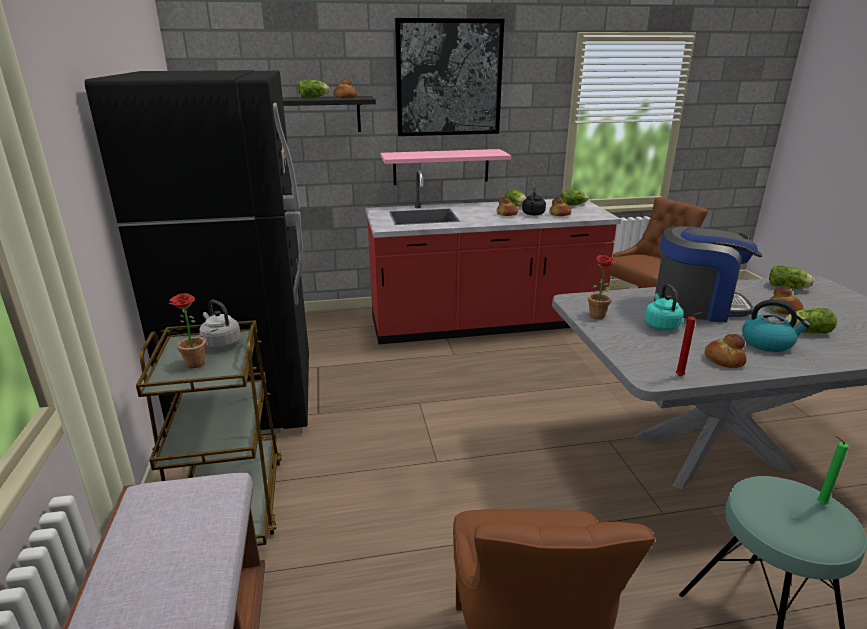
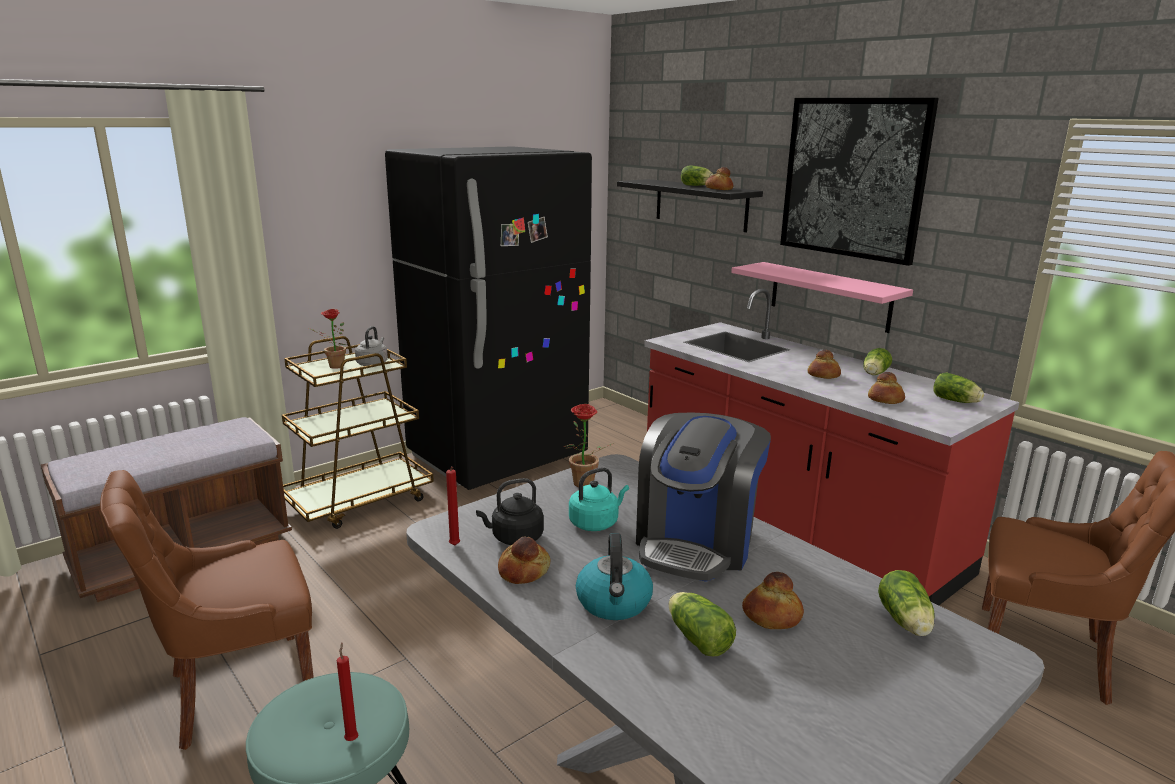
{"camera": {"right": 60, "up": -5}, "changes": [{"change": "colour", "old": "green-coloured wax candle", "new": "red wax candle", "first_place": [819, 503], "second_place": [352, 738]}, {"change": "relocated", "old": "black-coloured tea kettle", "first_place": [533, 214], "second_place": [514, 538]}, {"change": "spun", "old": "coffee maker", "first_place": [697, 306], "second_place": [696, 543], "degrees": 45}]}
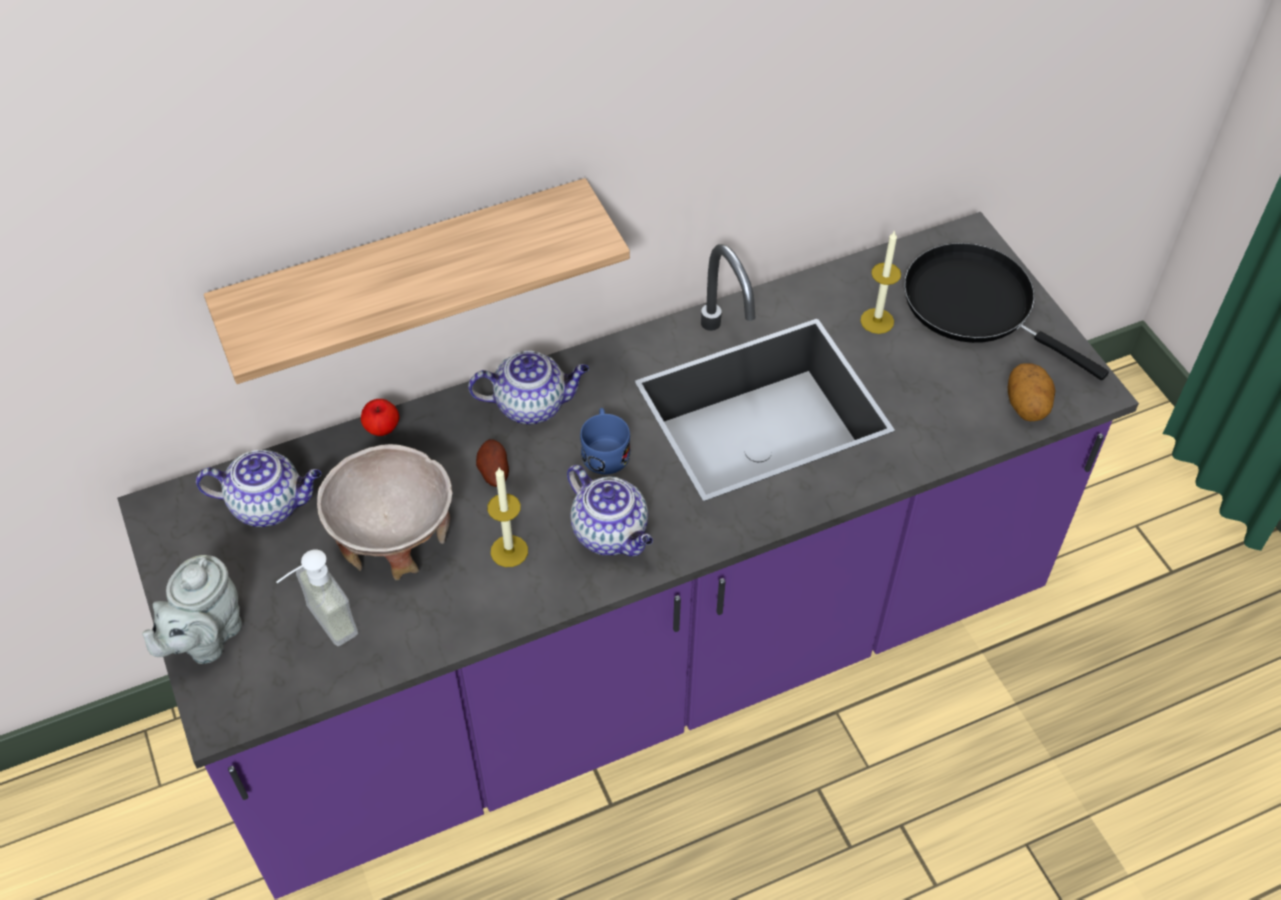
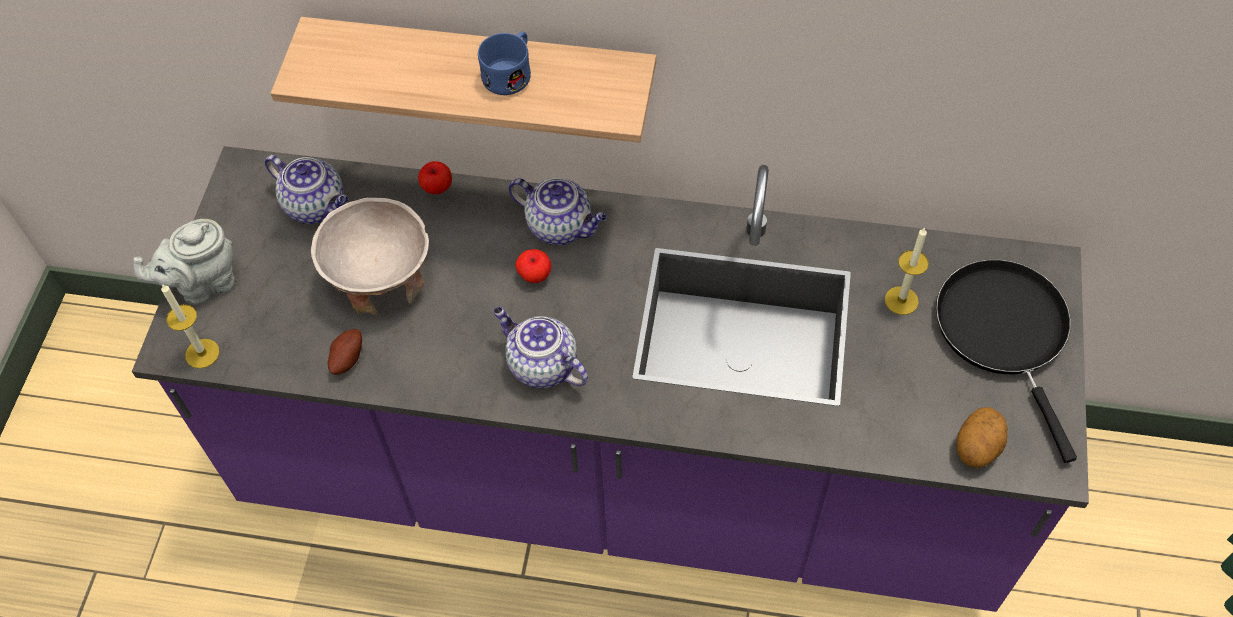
{"camera": {"right": 35, "up": 5}, "changes": [{"change": "relocated", "old": "wax candle", "first_place": [509, 551], "second_place": [202, 353]}, {"change": "relocated", "old": "potato", "first_place": [493, 473], "second_place": [346, 358]}, {"change": "relocated", "old": "bluish coffee mug", "first_place": [604, 449], "second_place": [511, 72]}, {"change": "spun", "old": "teapot", "first_place": [611, 533], "second_place": [541, 365], "degrees": 135}, {"change": "appeared", "new": "whole apple", "second_place": [534, 275]}, {"change": "missing", "old": "liquid soap bottle", "first_place": [320, 626]}]}
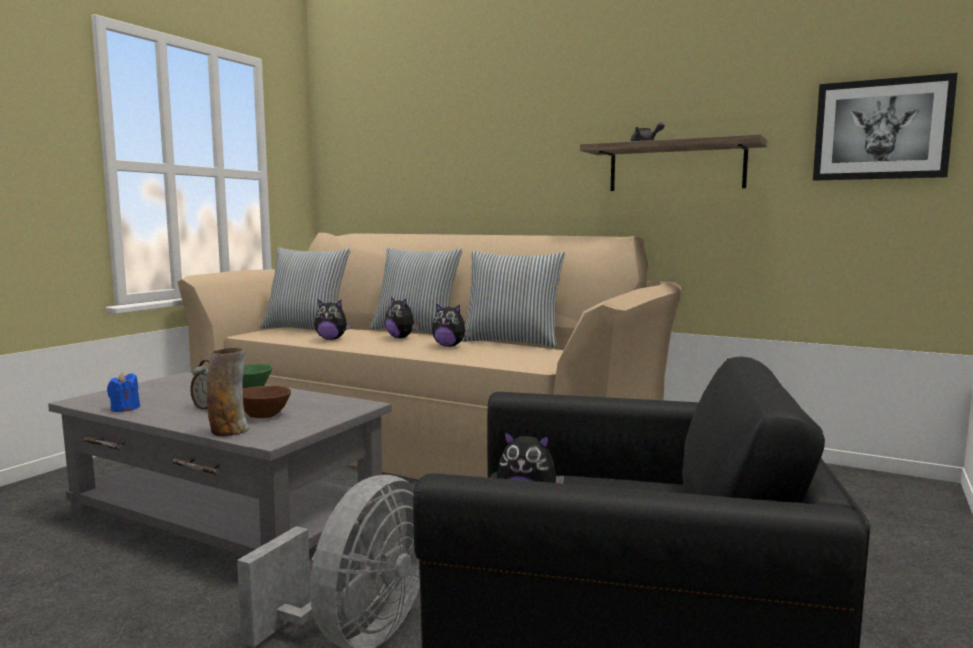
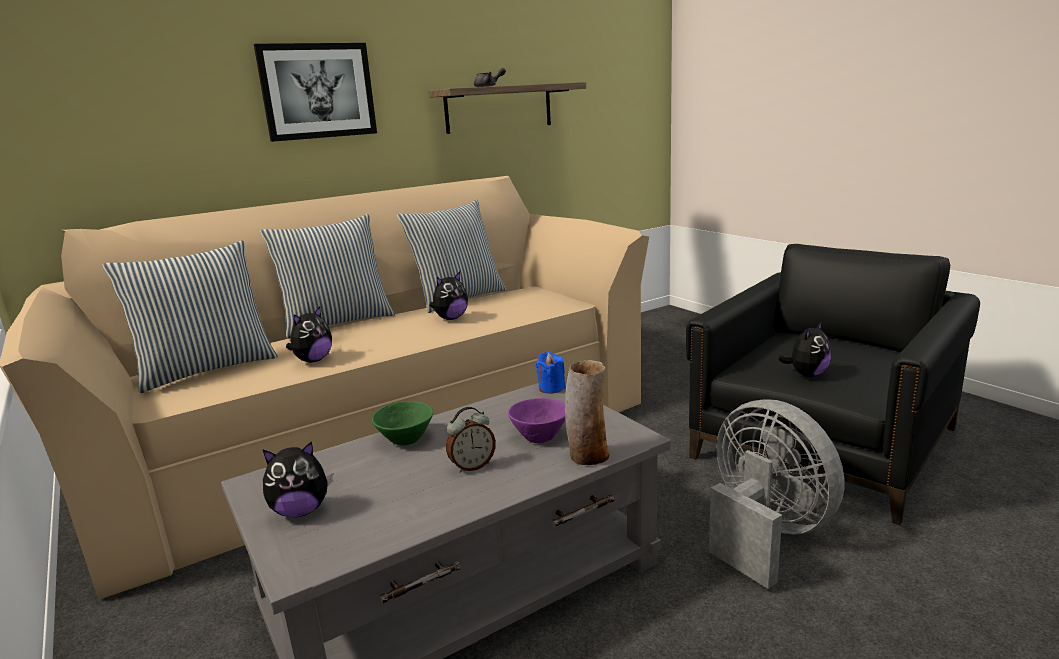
{"camera": {"right": -60, "up": 10}, "changes": [{"change": "relocated", "old": "wall art", "first_place": [881, 129], "second_place": [318, 91]}, {"change": "relocated", "old": "soft toy", "first_place": [401, 338], "second_place": [301, 511]}, {"change": "colour", "old": "brownish serving bowl", "new": "purple-coloured serving bowl", "first_place": [265, 416], "second_place": [541, 436]}, {"change": "relocated", "old": "bluish wax candle", "first_place": [125, 409], "second_place": [551, 388]}]}
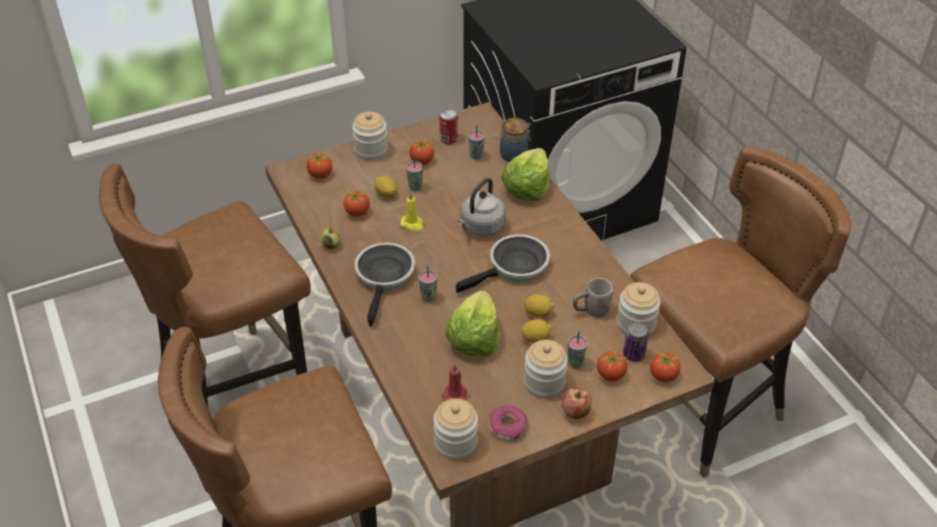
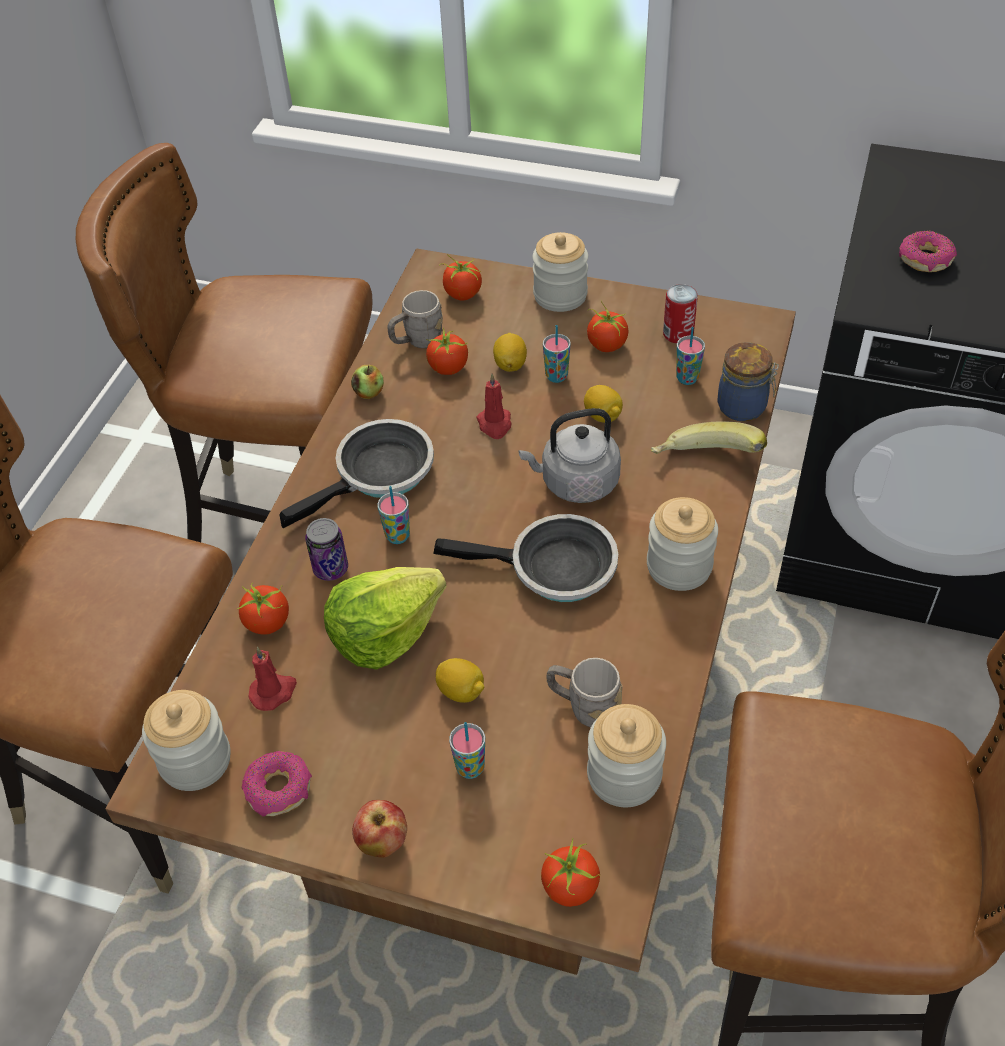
{"camera": {"right": 45, "up": 5}, "changes": [{"change": "relocated", "old": "fresh tomato", "first_place": [611, 374], "second_place": [268, 623]}, {"change": "relocated", "old": "sealed can", "first_place": [633, 354], "second_place": [330, 568]}, {"change": "appeared", "new": "greyish coffee mug", "second_place": [417, 341]}, {"change": "colour", "old": "yellow wax candle", "new": "red wax candle", "first_place": [412, 224], "second_place": [495, 424]}, {"change": "relocated", "old": "citrus fruit", "first_place": [538, 313], "second_place": [602, 416]}, {"change": "relocated", "old": "jar", "first_place": [544, 383], "second_place": [679, 566]}, {"change": "exchanged", "old": "head of lettuce", "new": "banana", "first_place": [527, 188], "second_place": [705, 464]}, {"change": "appeared", "new": "ring doughnut", "second_place": [925, 260]}]}
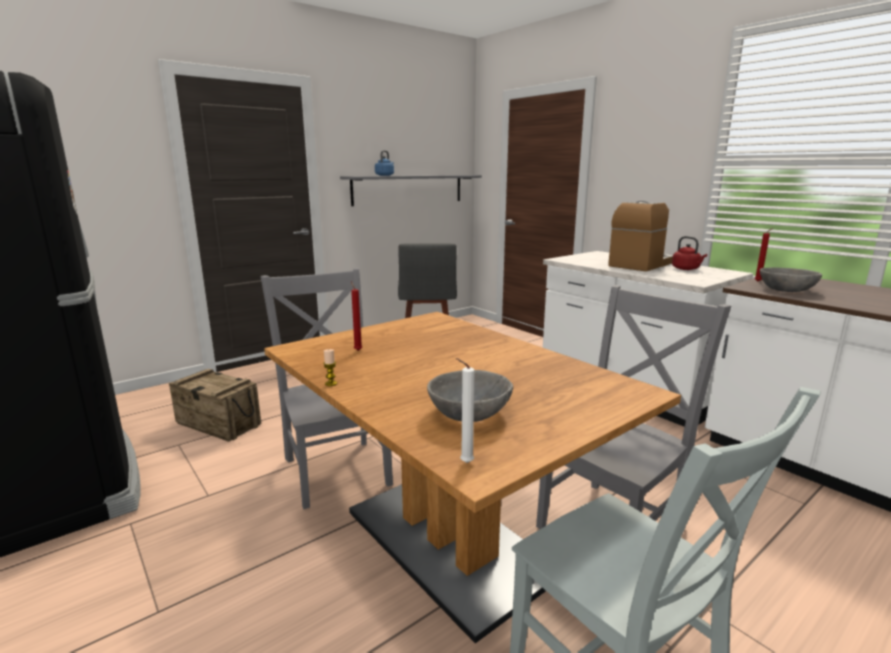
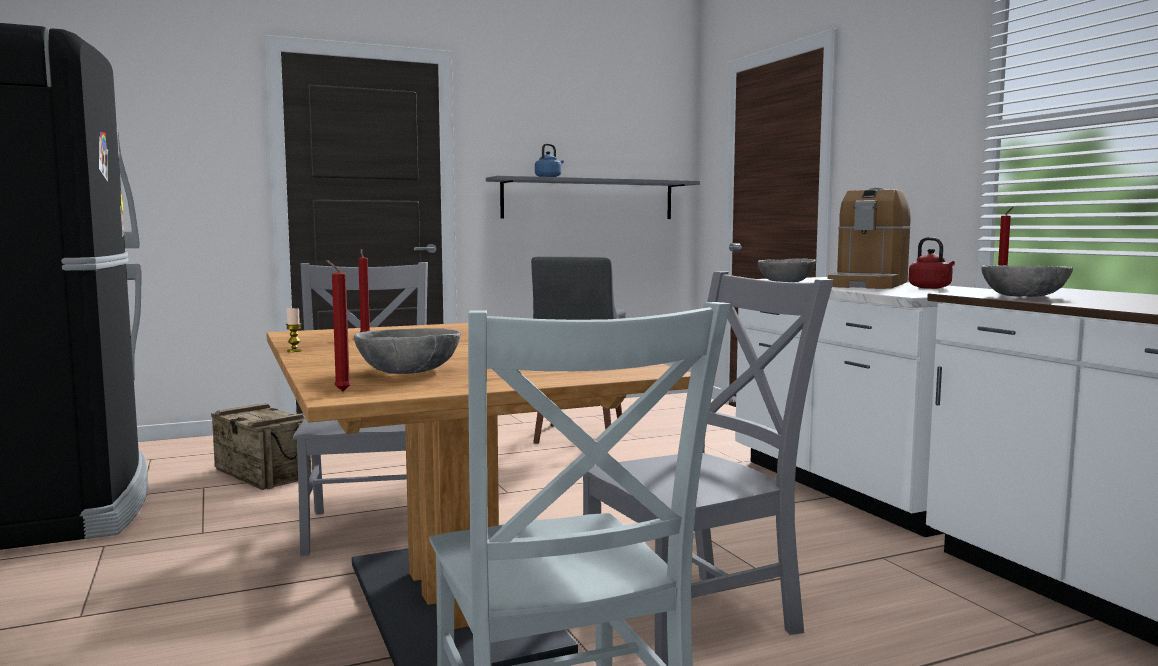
{"camera": {"right": 15, "up": -10}, "changes": [{"change": "colour", "old": "white-coloured wax candle", "new": "red wax candle", "first_place": [464, 463], "second_place": [340, 391]}, {"change": "appeared", "new": "greyish serving bowl", "second_place": [786, 281]}, {"change": "spun", "old": "coffee maker", "first_place": [641, 264], "second_place": [868, 284], "degrees": 150}]}
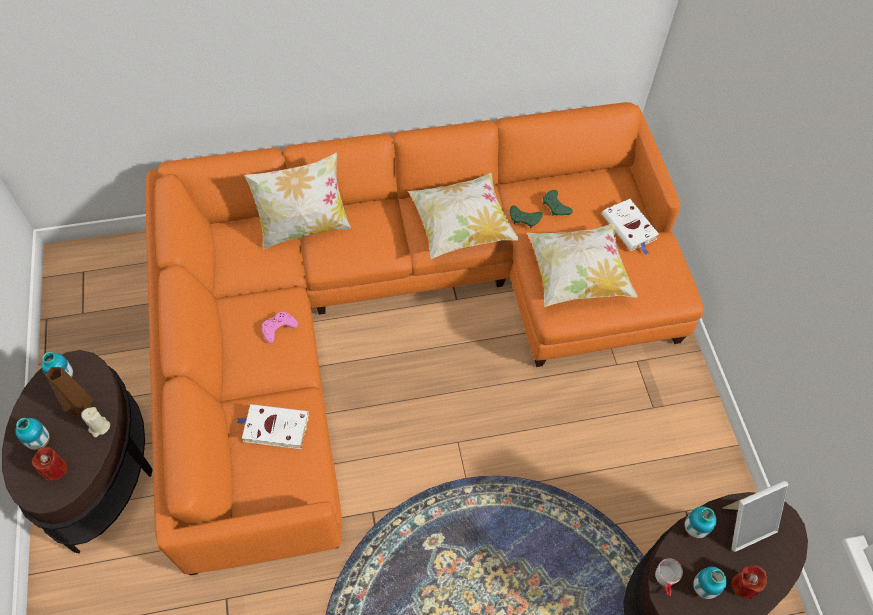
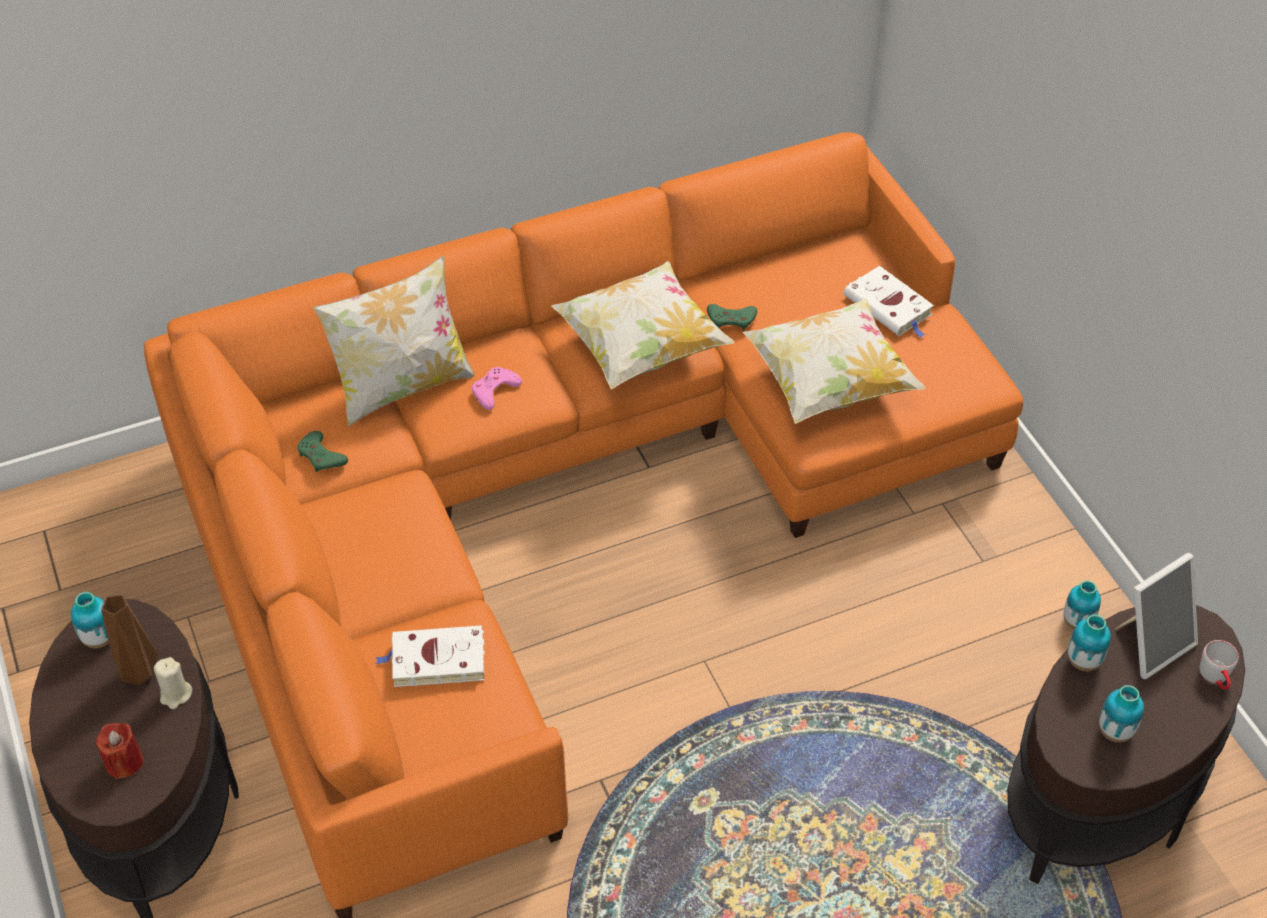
{"camera": {"right": -10, "up": -10}, "changes": [{"change": "relocated", "old": "green-coloured gamepad", "first_place": [555, 206], "second_place": [321, 456]}, {"change": "relocated", "old": "pink gamepad", "first_place": [278, 328], "second_place": [494, 391]}, {"change": "relocated", "old": "vase", "first_place": [40, 441], "second_place": [1077, 622]}, {"change": "relocated", "old": "greyish coffee mug", "first_place": [665, 581], "second_place": [1216, 677]}, {"change": "missing", "old": "red wax candle", "first_place": [744, 585]}]}
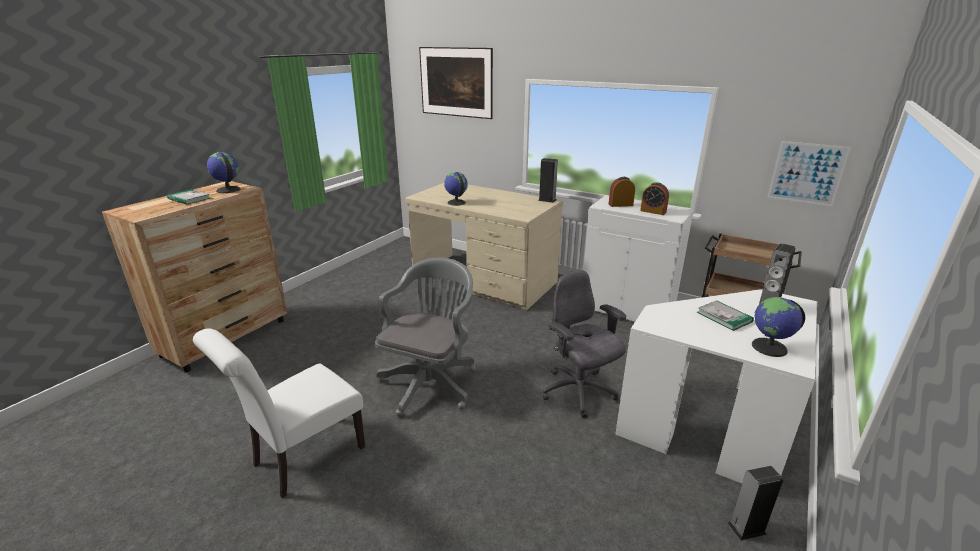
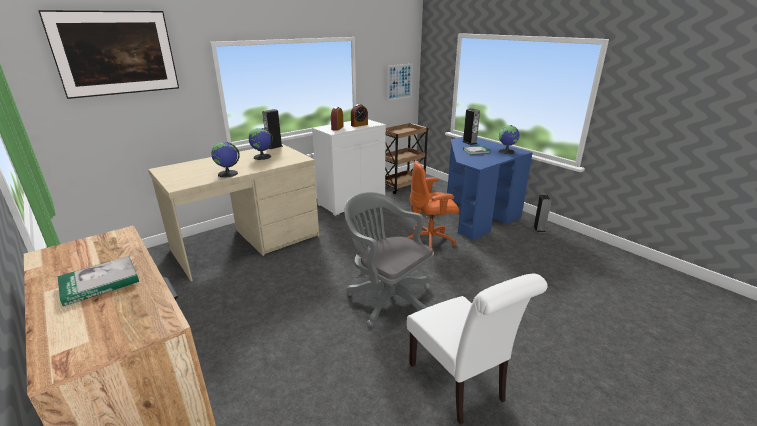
{"camera": {"right": -70, "up": 0}, "changes": [{"change": "relocated", "old": "globe", "first_place": [228, 190], "second_place": [262, 157]}, {"change": "colour", "old": "greyish computer chair", "new": "orange-coloured computer chair", "first_place": [579, 392], "second_place": [430, 241]}, {"change": "colour", "old": "white-coloured desk unit", "new": "bluish desk unit", "first_place": [713, 427], "second_place": [474, 214]}]}
